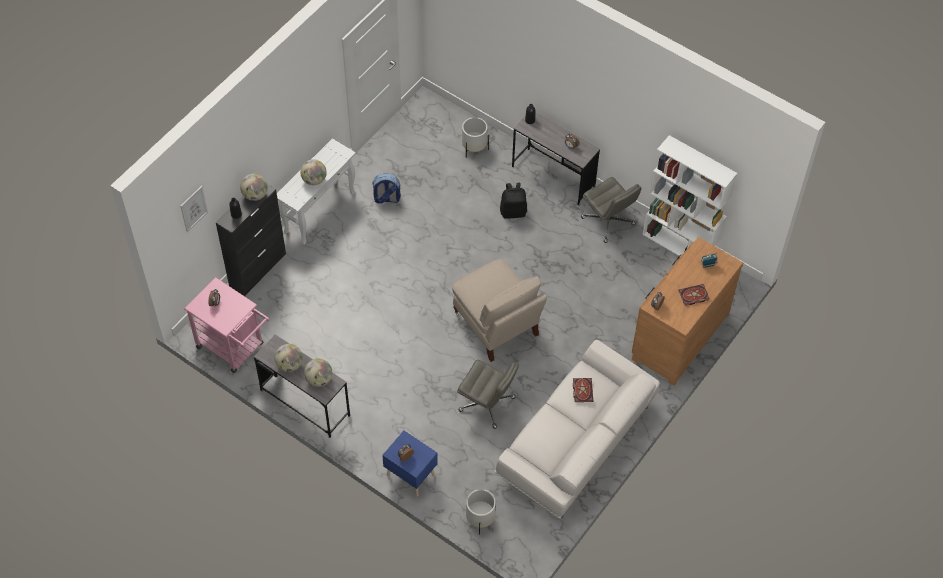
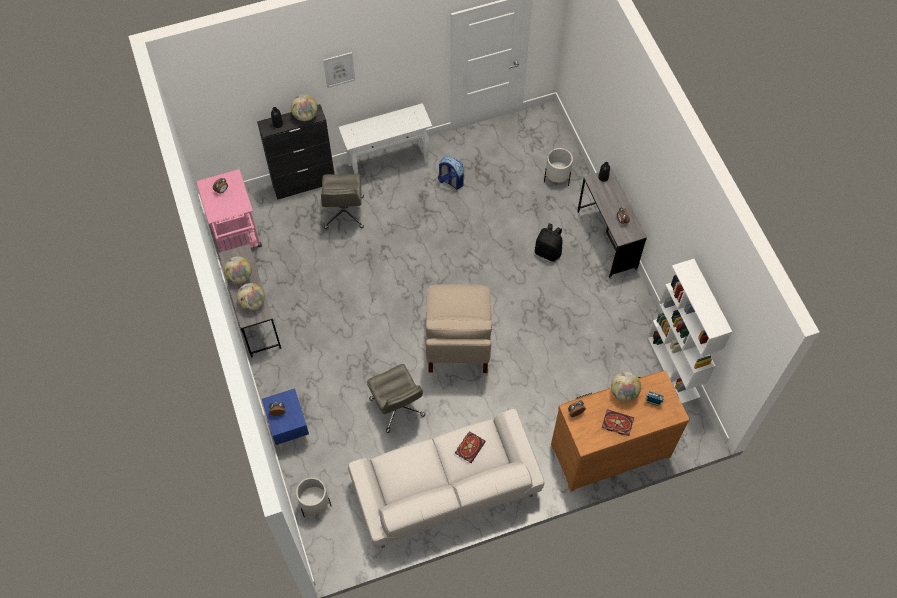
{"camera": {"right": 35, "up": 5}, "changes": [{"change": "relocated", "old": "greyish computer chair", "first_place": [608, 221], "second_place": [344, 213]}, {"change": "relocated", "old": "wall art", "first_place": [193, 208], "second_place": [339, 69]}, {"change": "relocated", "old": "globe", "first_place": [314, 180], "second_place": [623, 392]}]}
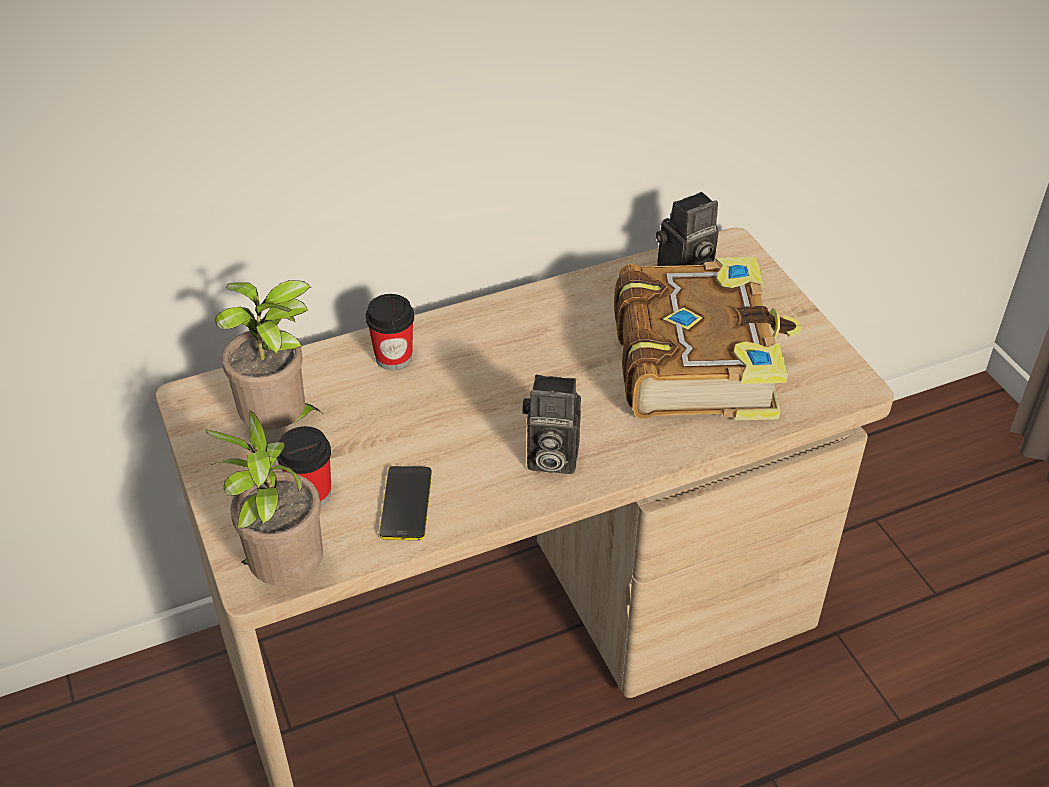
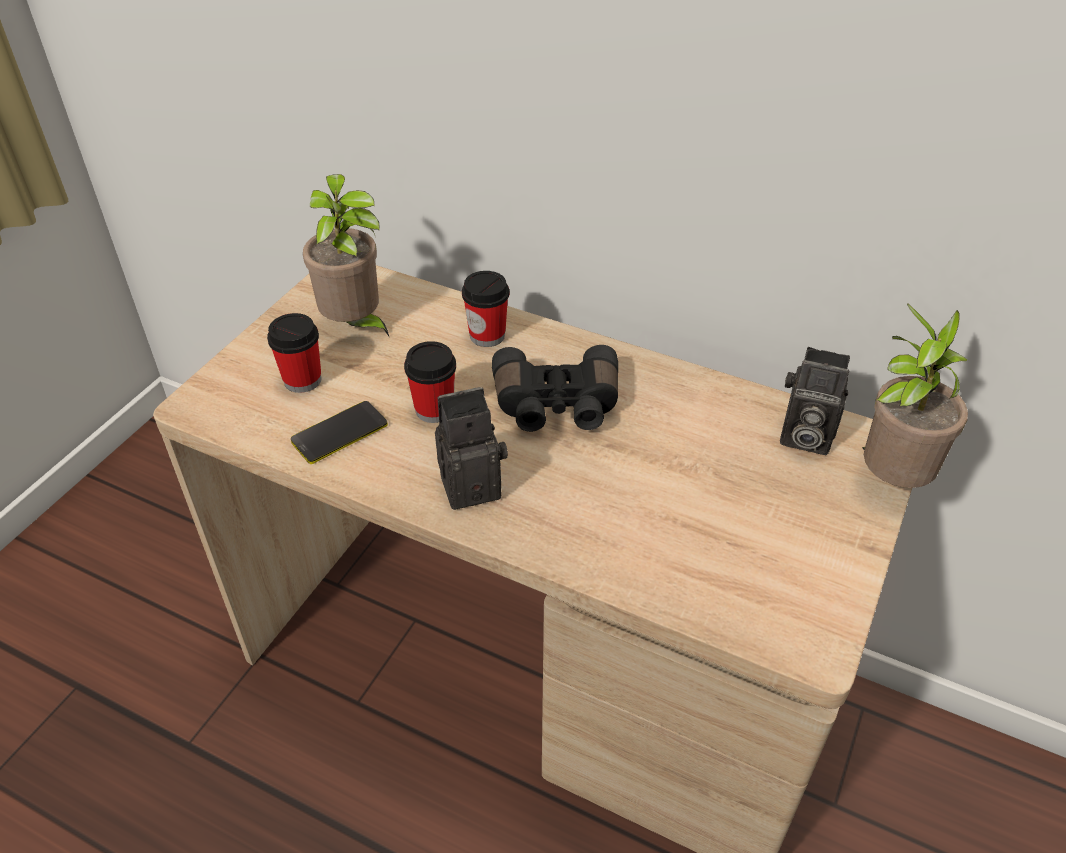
{"camera": {"right": 50, "up": 0}, "changes": [{"change": "appeared", "new": "drinking cup", "second_place": [434, 409]}, {"change": "spun", "old": "still camera", "first_place": [549, 458], "second_place": [473, 483], "degrees": 105}, {"change": "appeared", "new": "black-coloured pair of binoculars", "second_place": [556, 406]}, {"change": "relocated", "old": "potted plant", "first_place": [284, 574], "second_place": [889, 479]}, {"change": "missing", "old": "book", "first_place": [697, 360]}]}
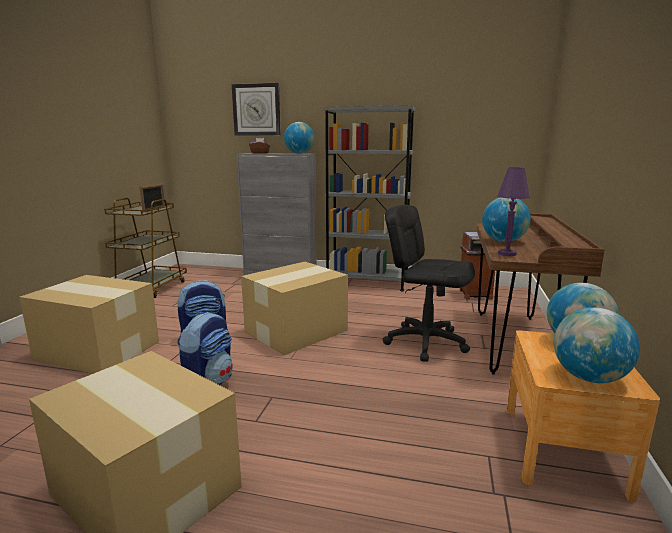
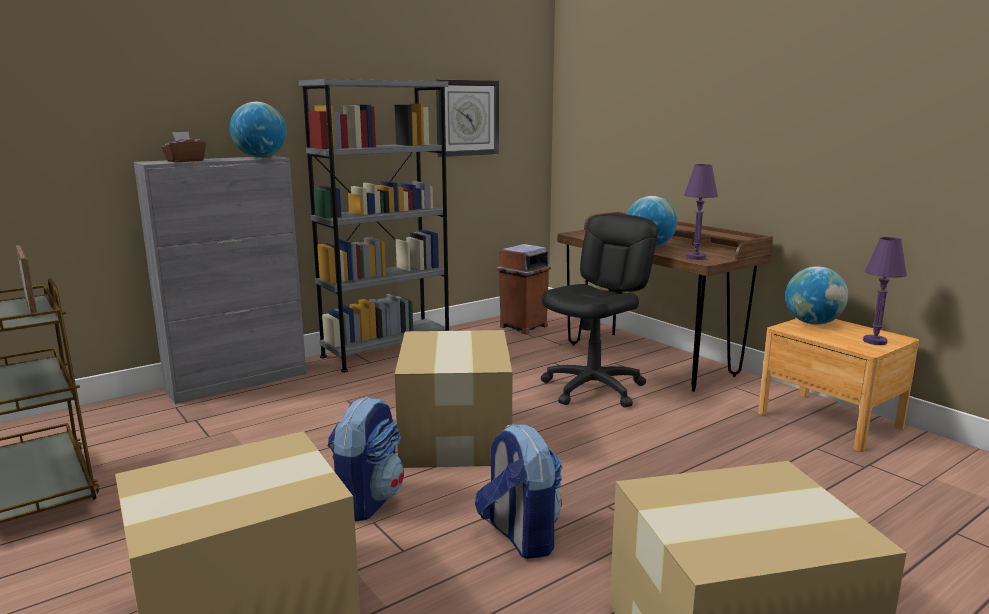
{"camera": {"right": -50, "up": 0}, "changes": [{"change": "relocated", "old": "wall clock", "first_place": [256, 110], "second_place": [467, 118]}, {"change": "spun", "old": "black-coloured computer chair", "first_place": [425, 342], "second_place": [593, 389], "degrees": 150}, {"change": "exchanged", "old": "globe", "new": "purple-coloured lamp for a table", "first_place": [589, 378], "second_place": [874, 341]}]}
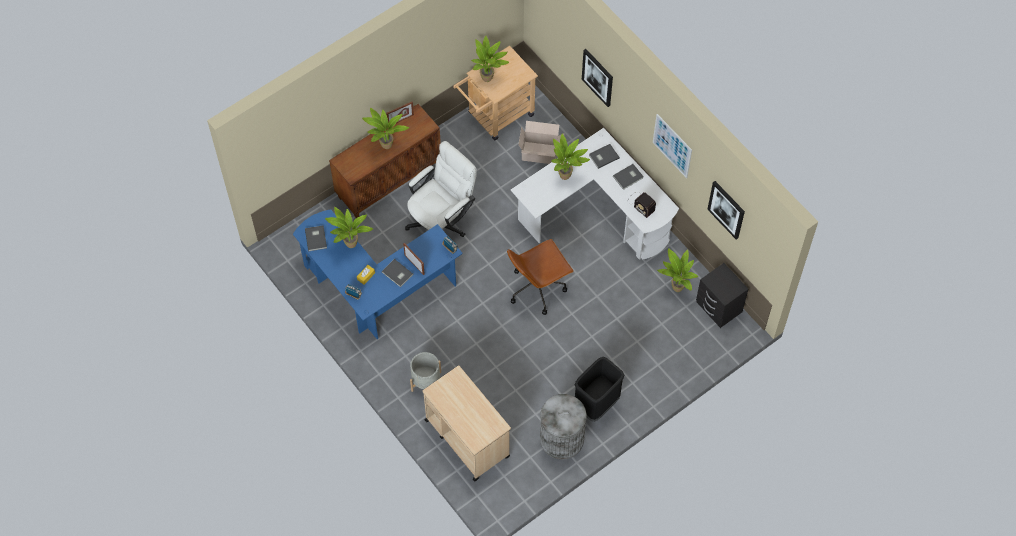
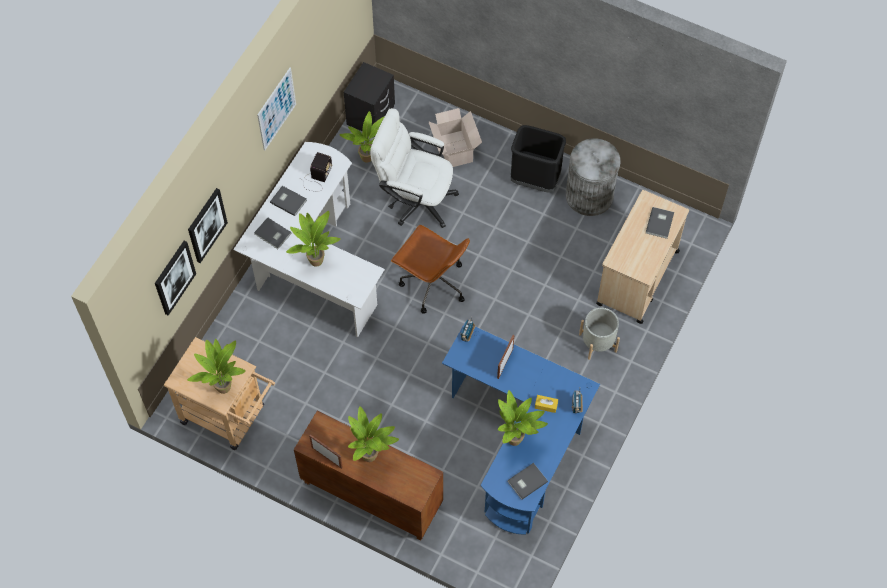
{"camera": {"right": -115, "up": 0}, "changes": [{"change": "relocated", "old": "wall art", "first_place": [726, 209], "second_place": [174, 277]}, {"change": "relocated", "old": "white-coloured computer chair", "first_place": [442, 220], "second_place": [415, 199]}, {"change": "relocated", "old": "cardboard box", "first_place": [540, 153], "second_place": [454, 148]}, {"change": "relocated", "old": "greyish book", "first_place": [397, 274], "second_place": [660, 223]}]}
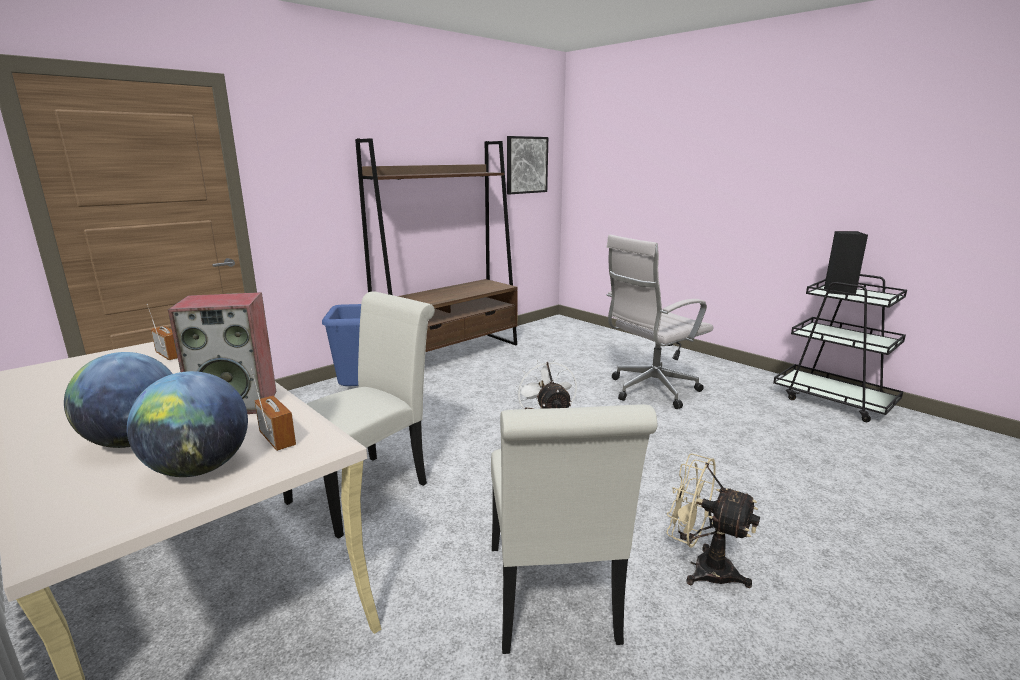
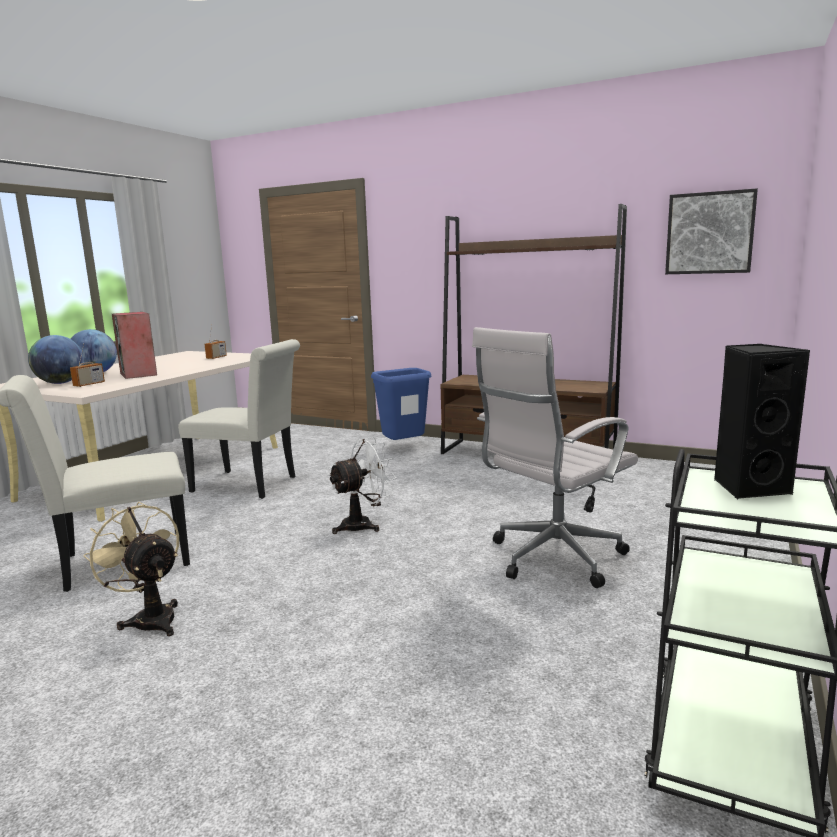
{"camera": {"right": 70, "up": -5}, "changes": [{"change": "spun", "old": "sand-coloured fan", "first_place": [702, 568], "second_place": [150, 618], "degrees": -60}, {"change": "spun", "old": "white-coloured computer chair", "first_place": [650, 391], "second_place": [551, 559], "degrees": -75}]}
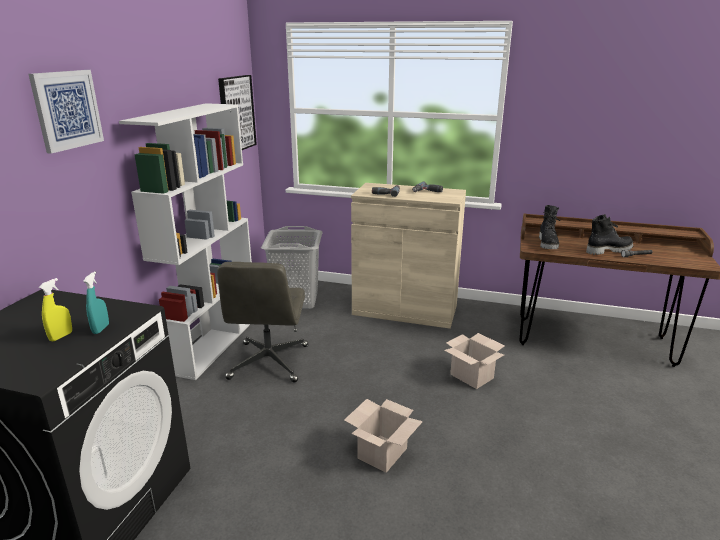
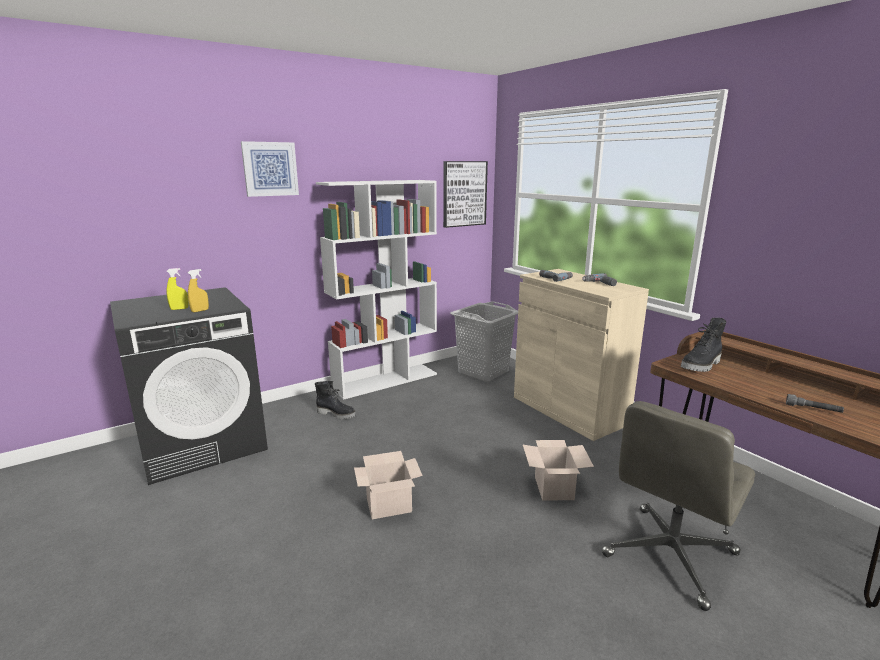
{"camera": {"right": 40, "up": -5}, "changes": [{"change": "colour", "old": "blue-green spray bottle", "new": "yellow spray bottle", "first_place": [101, 329], "second_place": [200, 311]}, {"change": "relocated", "old": "black-coloured boot", "first_place": [608, 250], "second_place": [337, 414]}, {"change": "relocated", "old": "greyish computer chair", "first_place": [269, 362], "second_place": [670, 556]}]}
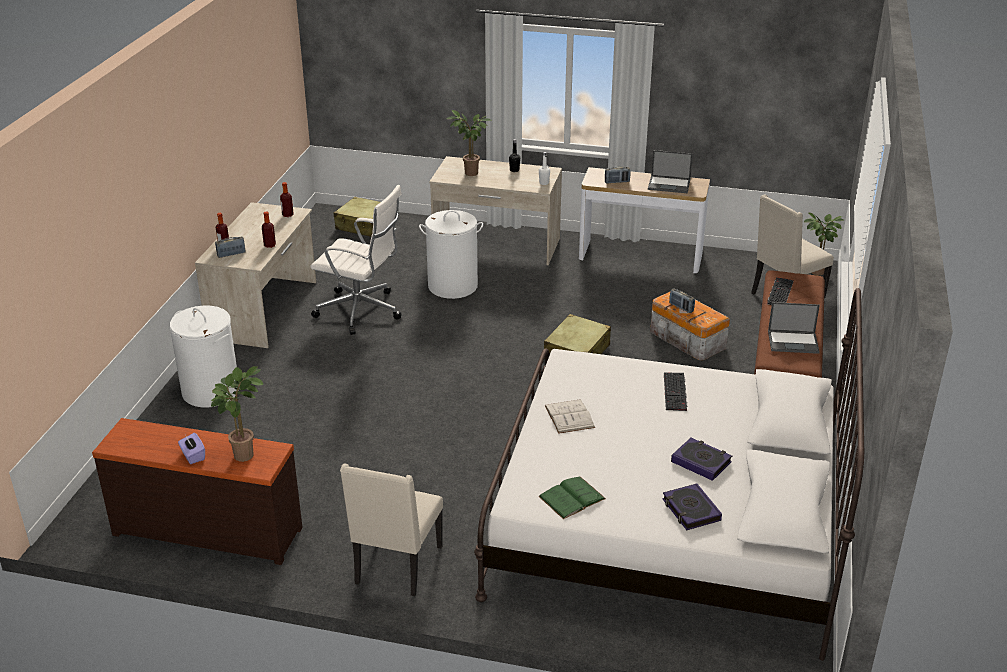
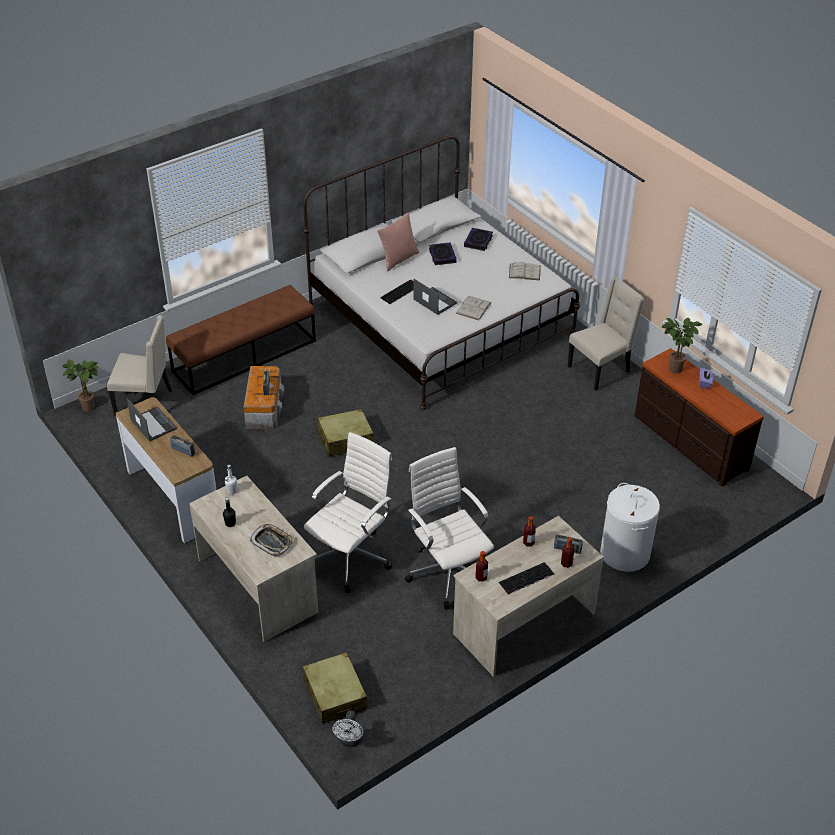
{"camera": {"right": -140, "up": 10}, "changes": [{"change": "exchanged", "old": "potted plant", "new": "serving tray", "first_place": [469, 174], "second_place": [272, 542]}, {"change": "exchanged", "old": "white-coloured laundry basket", "new": "white-coloured computer chair", "first_place": [452, 286], "second_place": [351, 556]}, {"change": "appeared", "new": "white-coloured fan", "second_place": [350, 741]}, {"change": "appeared", "new": "pink cushion", "second_place": [398, 259]}, {"change": "relocated", "old": "notebook computer", "first_place": [793, 342], "second_place": [434, 301]}, {"change": "relocated", "old": "computer keyboard", "first_place": [779, 292], "second_place": [526, 579]}, {"change": "colour", "old": "green-coloured book", "new": "white-coloured book", "first_place": [572, 497], "second_place": [524, 272]}]}
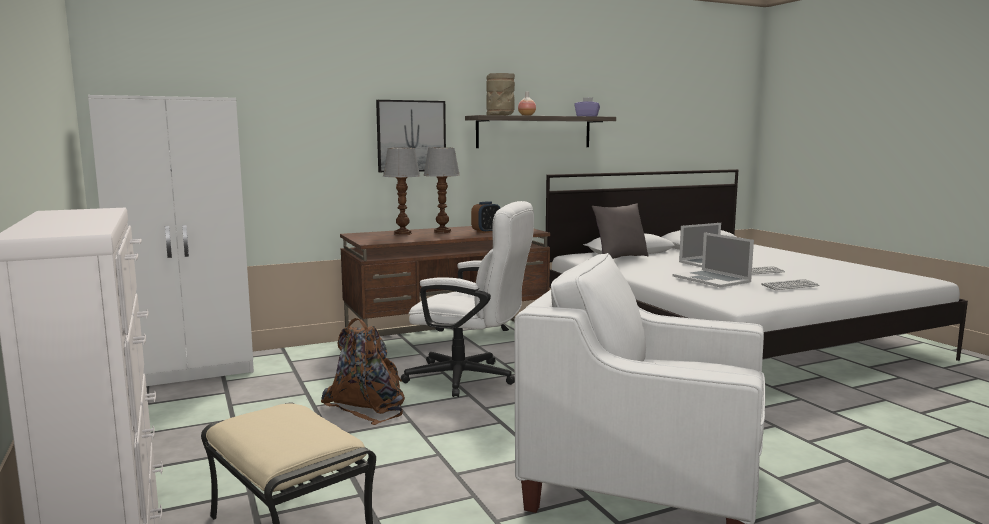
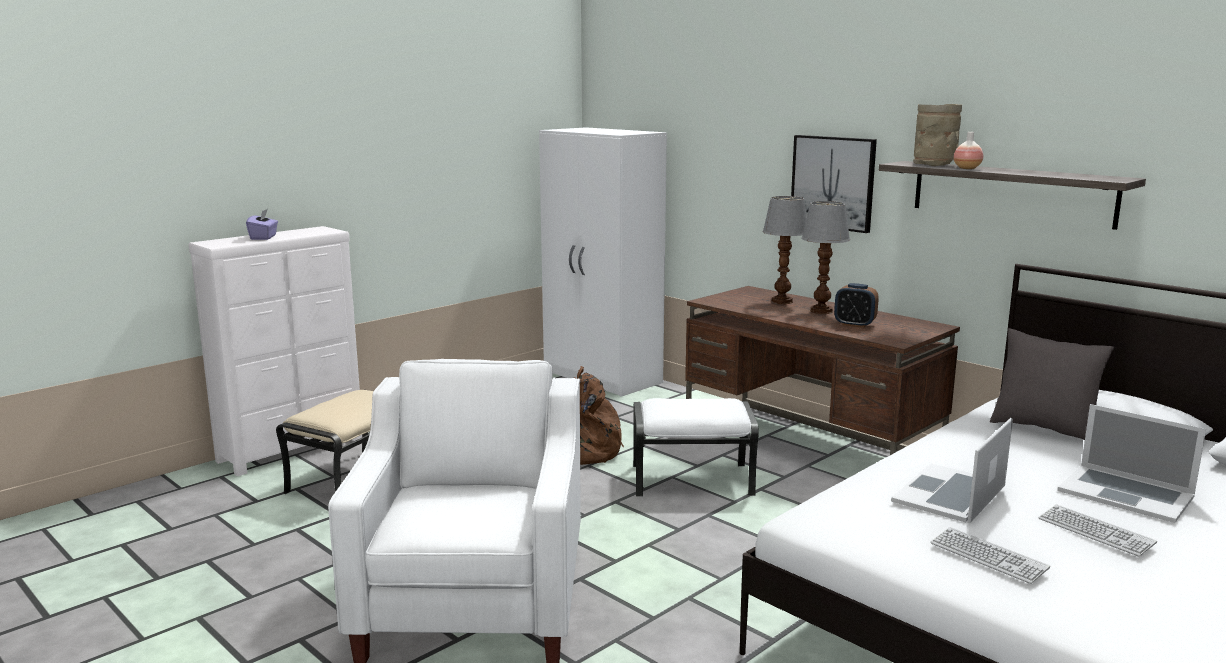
{"camera": {"right": 70, "up": 5}, "changes": [{"change": "relocated", "old": "purple-coloured tissue box", "first_place": [587, 116], "second_place": [264, 237]}, {"change": "exchanged", "old": "white-coloured computer chair", "new": "white-coloured footrest", "first_place": [470, 379], "second_place": [691, 481]}]}
